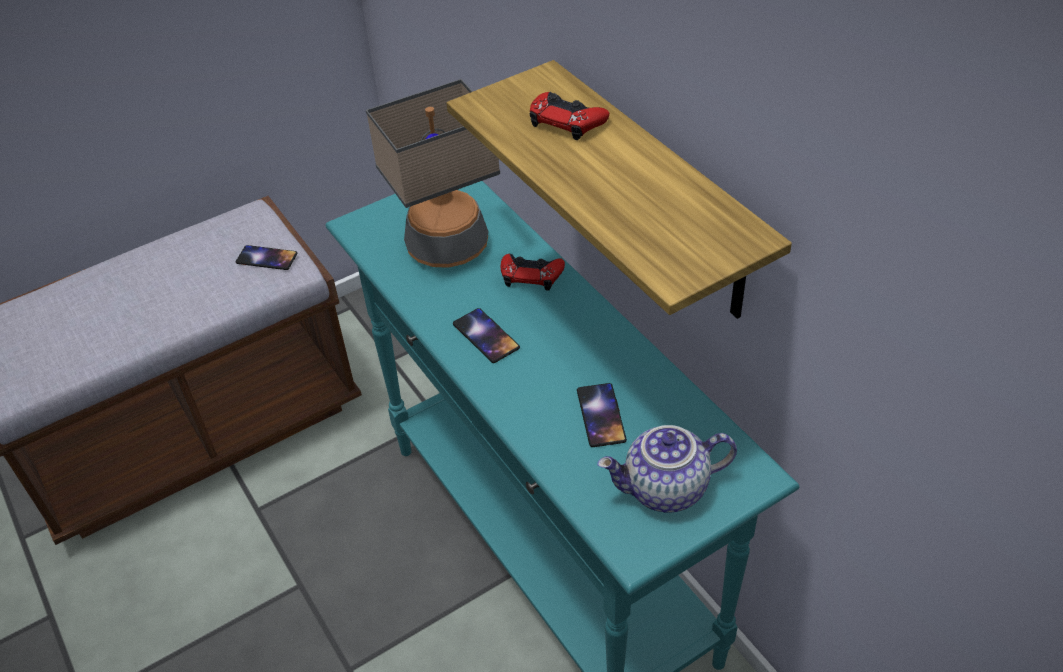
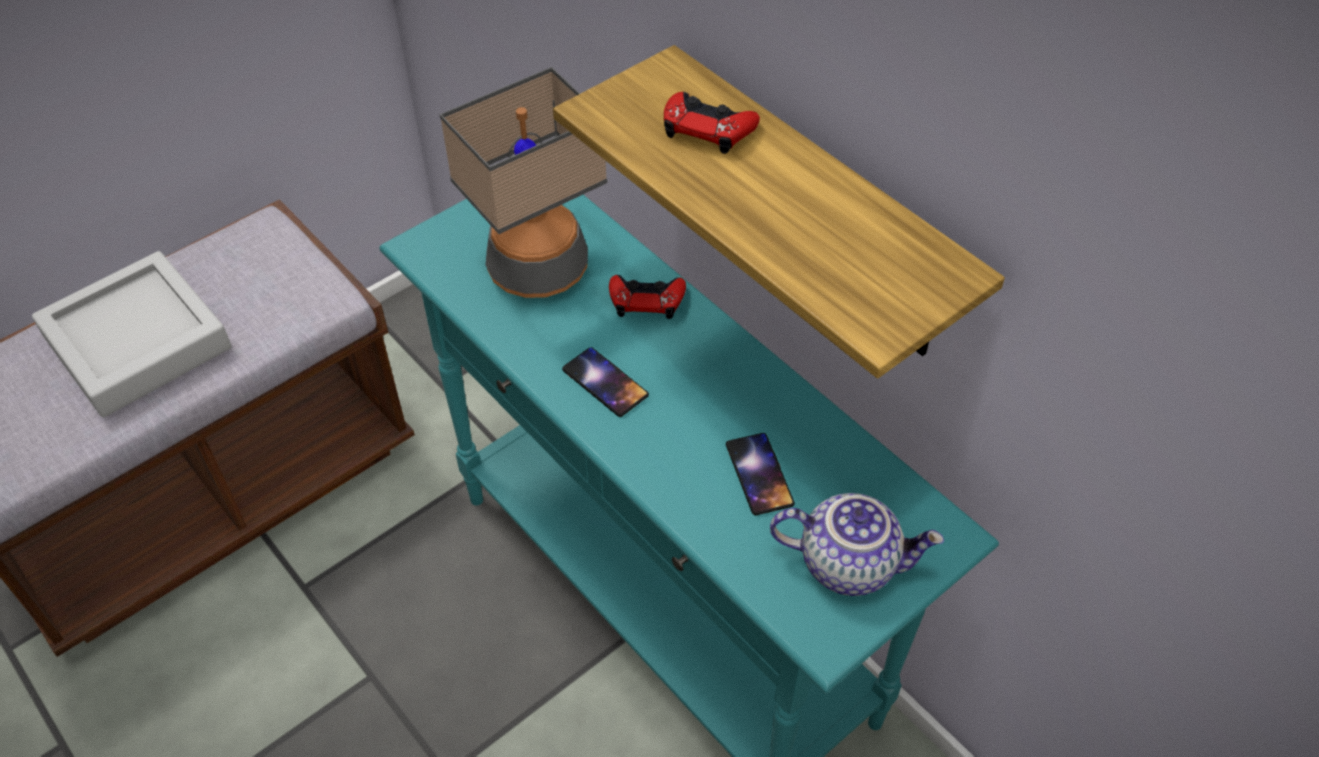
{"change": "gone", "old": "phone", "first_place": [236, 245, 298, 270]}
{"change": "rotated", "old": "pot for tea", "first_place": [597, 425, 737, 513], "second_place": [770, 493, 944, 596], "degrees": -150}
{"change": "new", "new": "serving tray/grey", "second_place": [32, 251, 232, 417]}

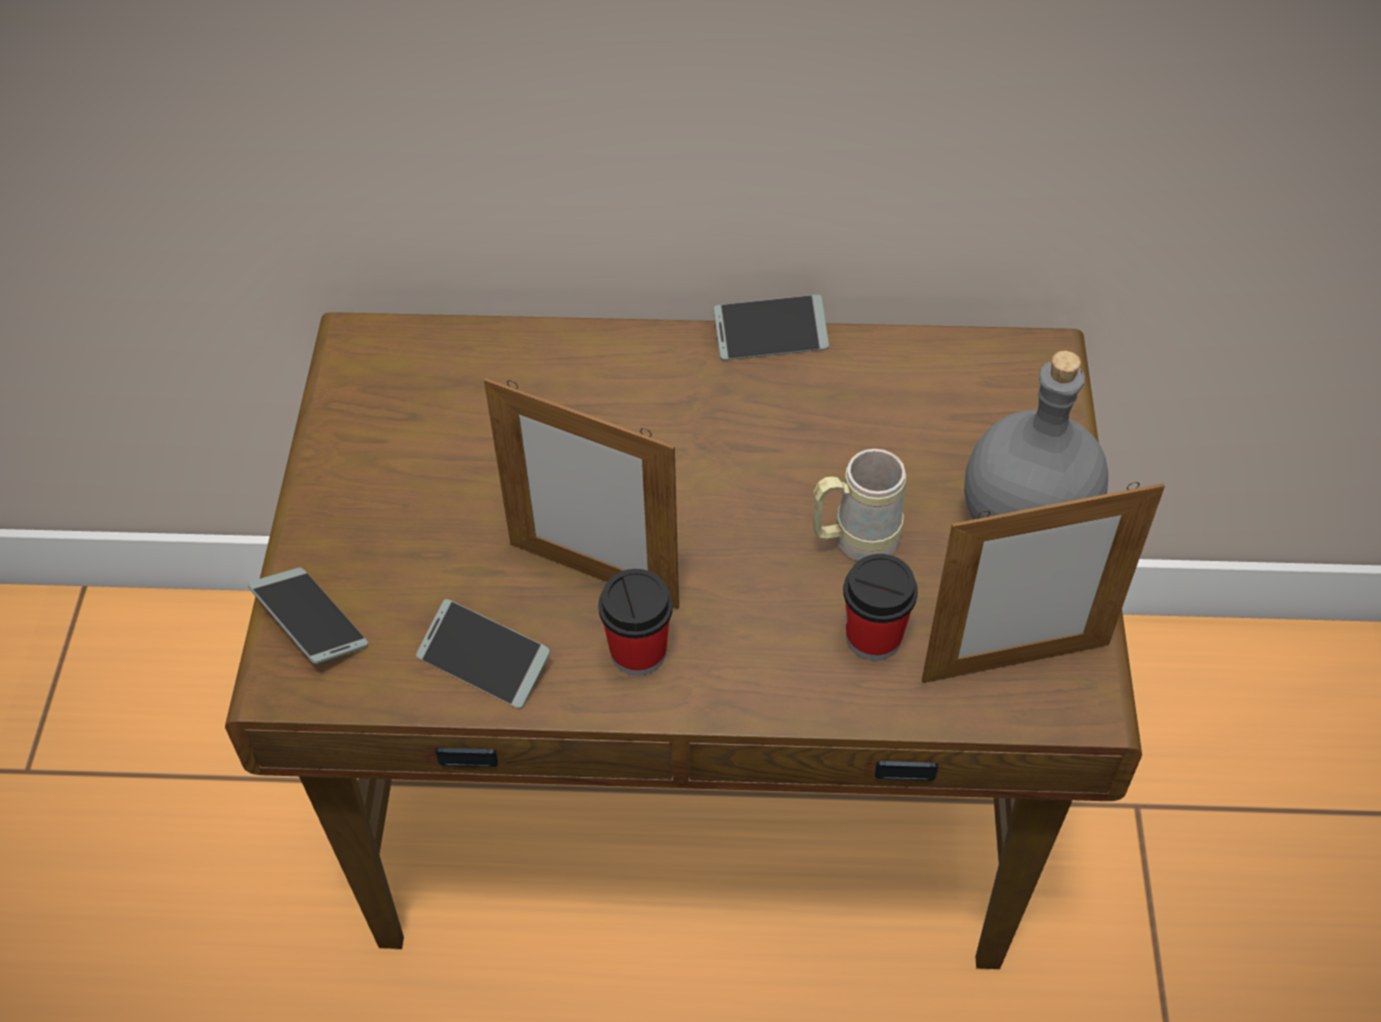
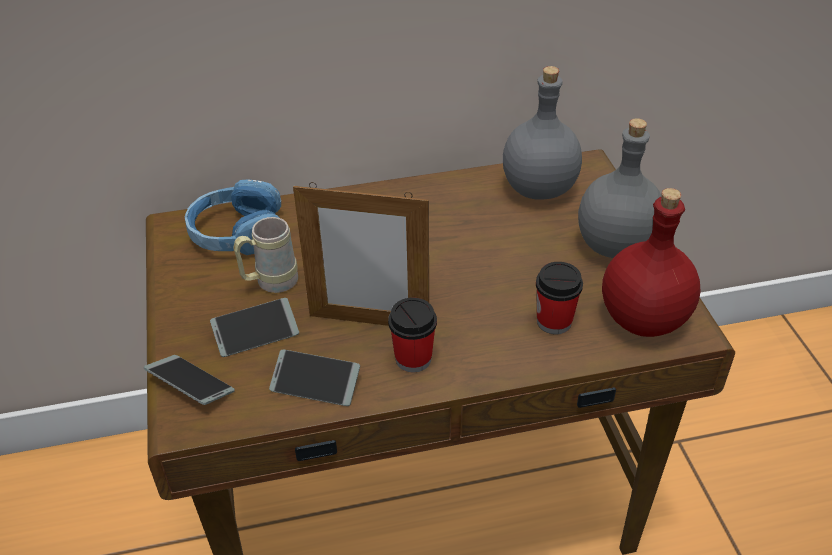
{"change": "shifted", "old": "phone", "first_place": [714, 295, 829, 360], "second_place": [210, 298, 299, 357]}
{"change": "shifted", "old": "coffee mug/sand-coloured", "first_place": [813, 449, 906, 561], "second_place": [233, 217, 298, 293]}
{"change": "swapped", "old": "picture frame", "new": "drink bottle/reddish", "first_place": [922, 482, 1165, 683], "second_place": [602, 188, 700, 337]}
{"change": "new", "new": "drink bottle/grey", "second_place": [503, 66, 582, 200]}
{"change": "new", "new": "pair of headphones/bluish", "second_place": [185, 179, 281, 255]}

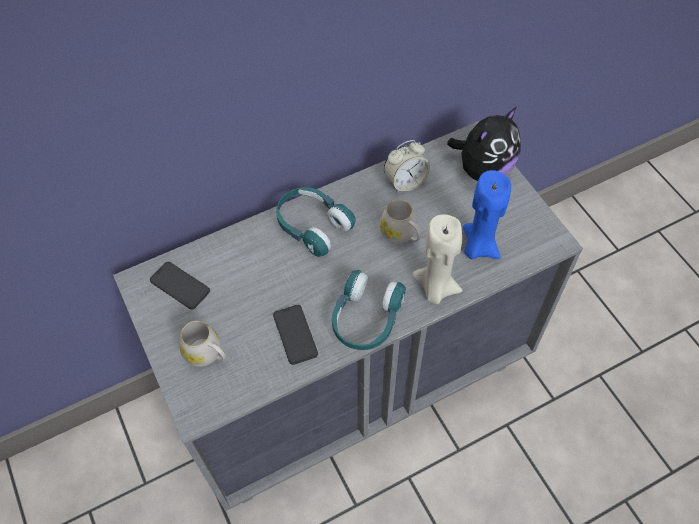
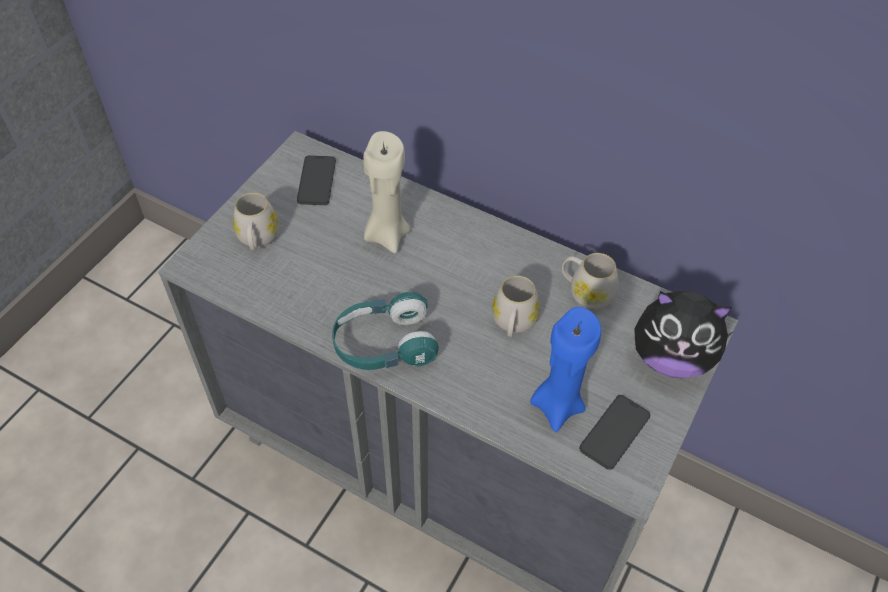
{"change": "swapped", "old": "bedside clock", "new": "coffee mug/white", "first_place": [384, 140, 430, 193], "second_place": [562, 253, 619, 309]}
{"change": "gone", "old": "pair of headphones/turquoise-coloured", "first_place": [276, 187, 356, 257]}
{"change": "shifted", "old": "wax candle/sand-coloured", "first_place": [412, 214, 463, 304], "second_place": [363, 131, 410, 253]}
{"change": "shifted", "old": "phone", "first_place": [273, 305, 318, 365], "second_place": [579, 395, 650, 470]}

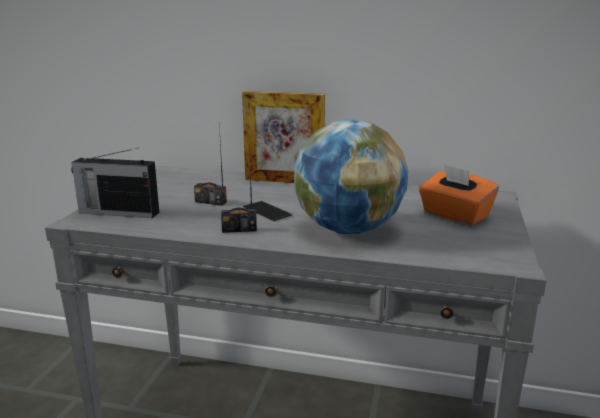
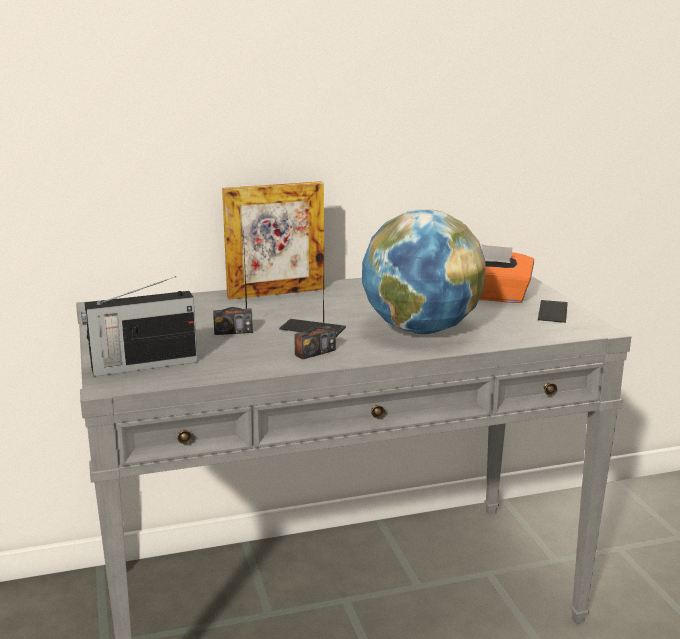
{"change": "new", "new": "phone", "second_place": [538, 300, 568, 323]}

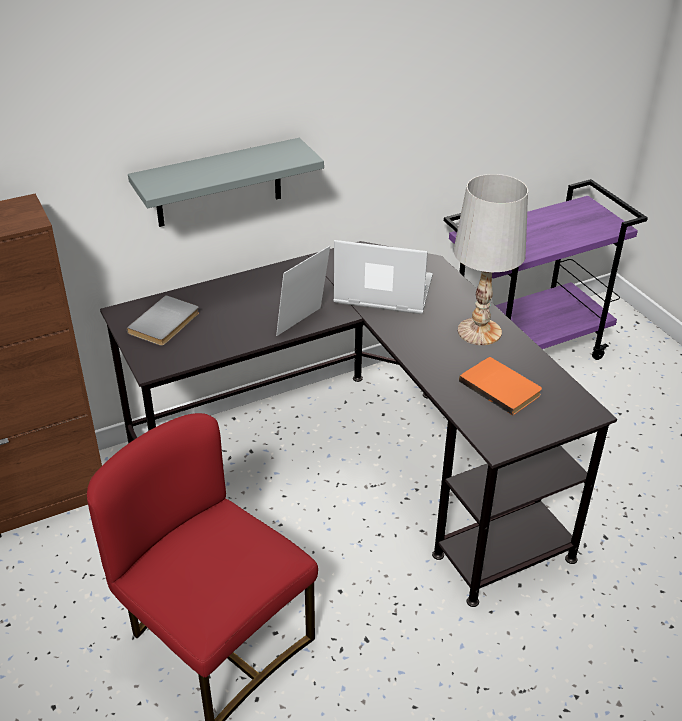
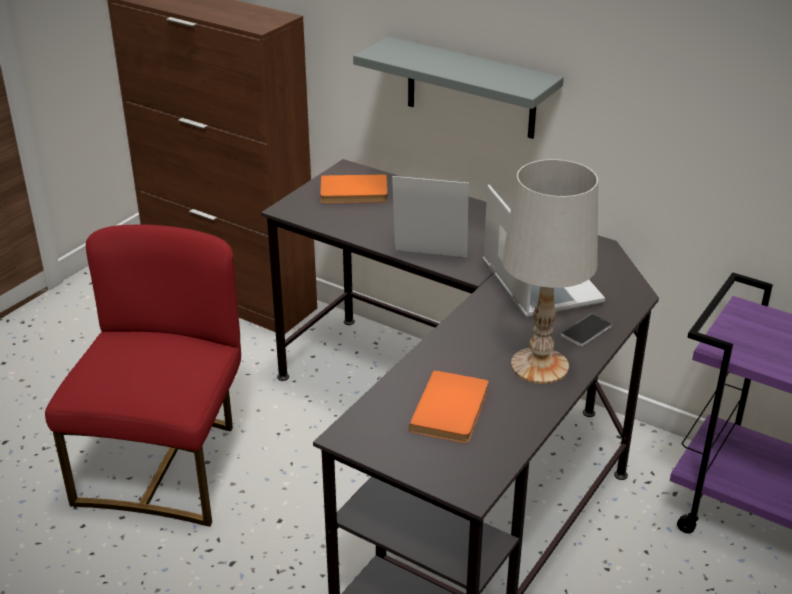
{"change": "repainted", "old": "book/grey", "new": "book/orange", "first_place": [127, 295, 199, 346], "second_place": [320, 174, 388, 203]}
{"change": "new", "new": "phone", "second_place": [561, 314, 612, 347]}

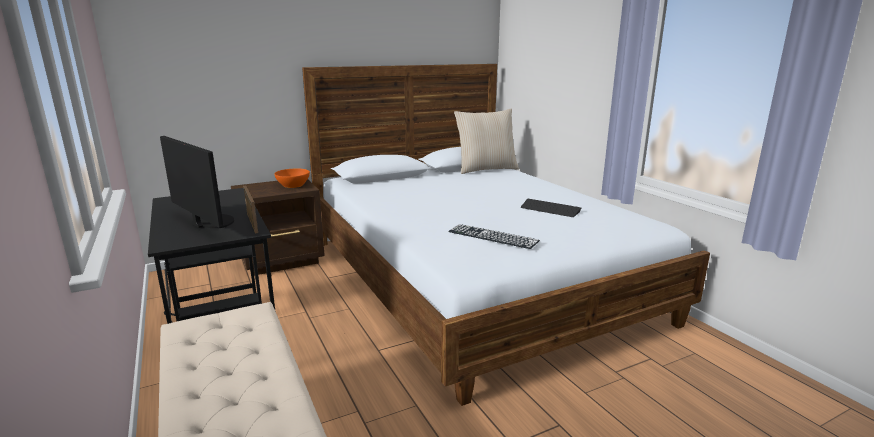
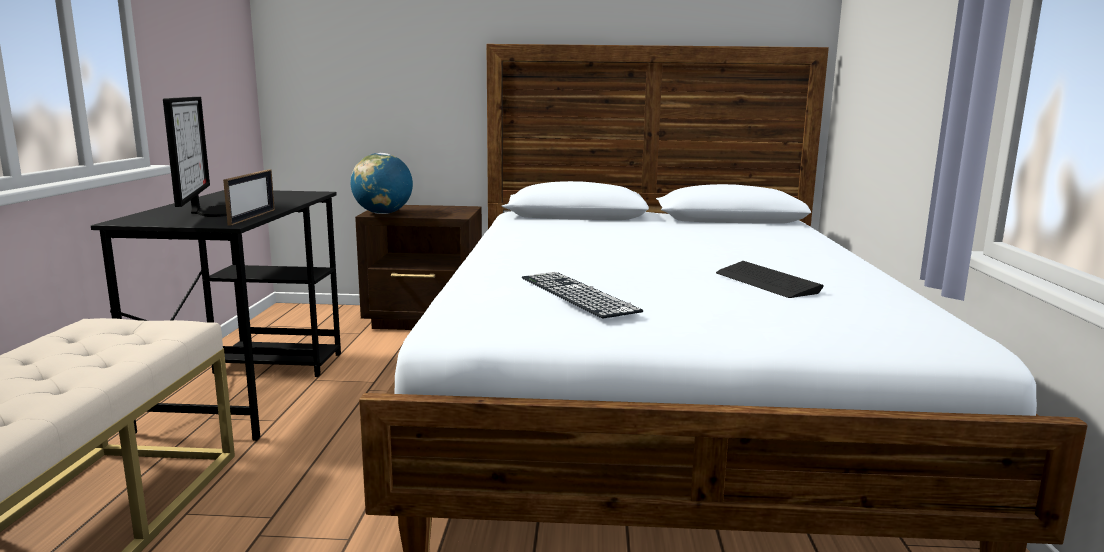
{"change": "gone", "old": "cushion/sand-coloured", "first_place": [454, 109, 519, 174]}
{"change": "gone", "old": "serving bowl/orange", "first_place": [274, 169, 310, 188]}
{"change": "new", "new": "world globe", "second_place": [351, 153, 413, 214]}

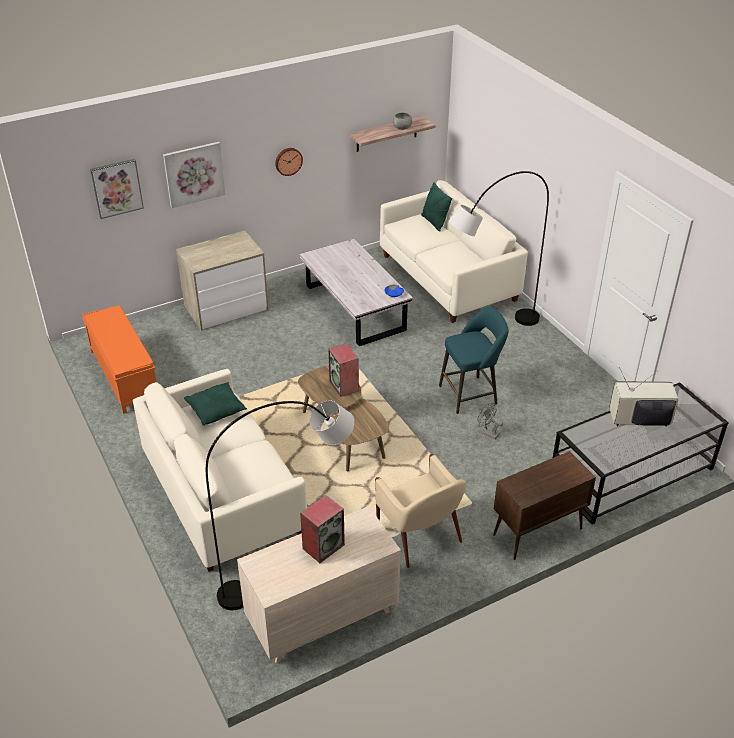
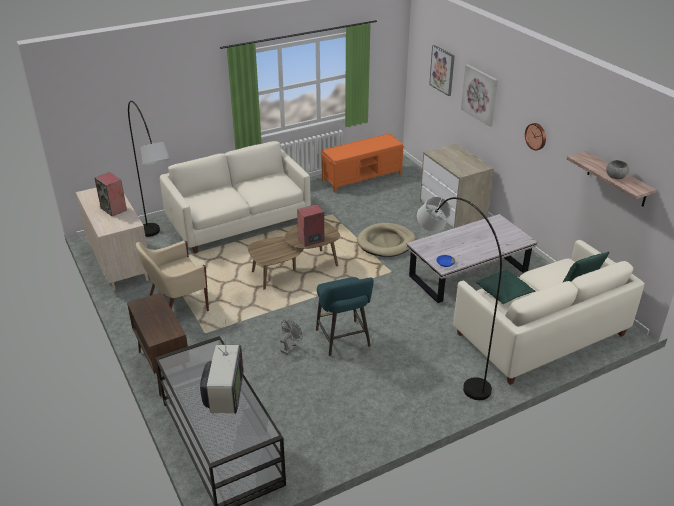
{"change": "shifted", "old": "cushion/greenish", "first_place": [184, 382, 247, 426], "second_place": [476, 269, 536, 304]}
{"change": "new", "new": "pet bed/sand-coloured", "second_place": [357, 223, 415, 257]}

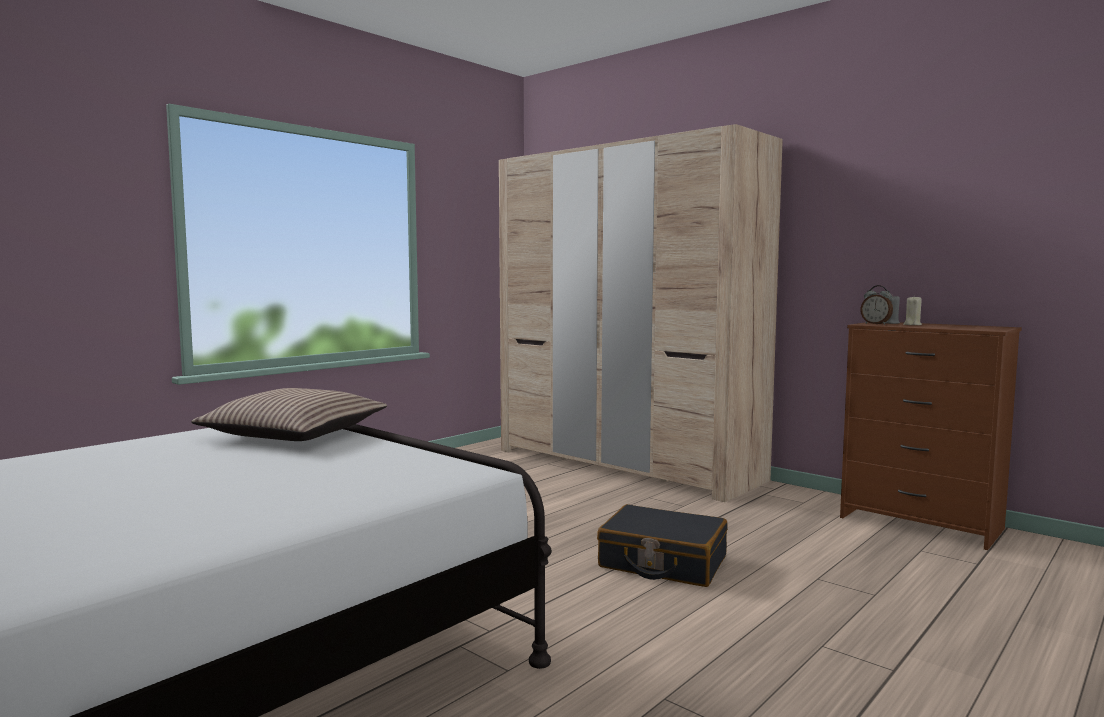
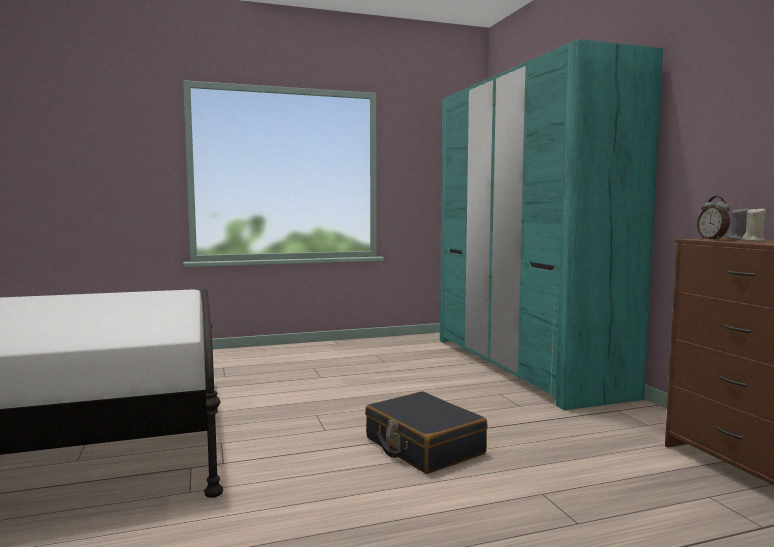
{"change": "repainted", "old": "wardrobe/sand-coloured", "new": "wardrobe/turquoise-coloured", "first_place": [499, 124, 783, 502], "second_place": [440, 39, 663, 410]}
{"change": "gone", "old": "cushion", "first_place": [191, 388, 387, 441]}

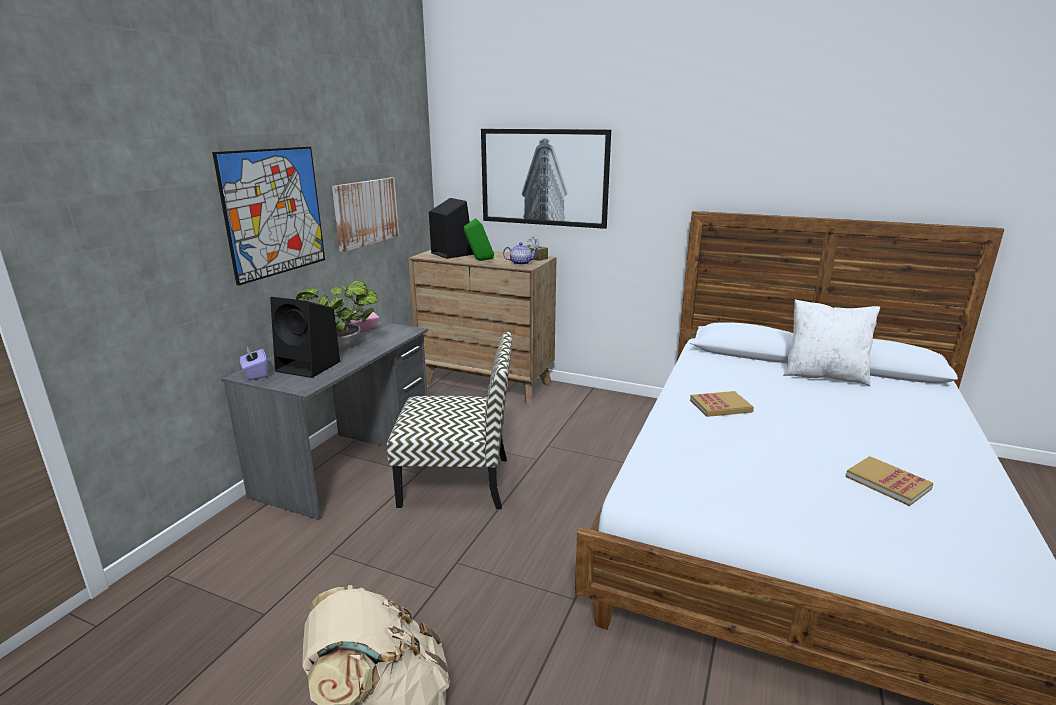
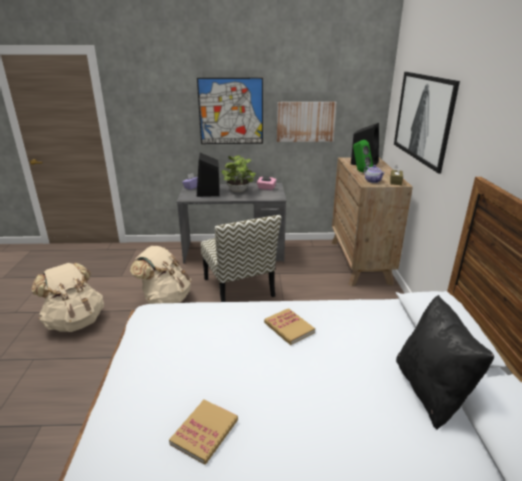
{"change": "repainted", "old": "cushion/white", "new": "cushion/black", "first_place": [783, 299, 880, 386], "second_place": [396, 295, 494, 430]}
{"change": "new", "new": "rucksack/sand-coloured", "second_place": [130, 246, 191, 304]}

